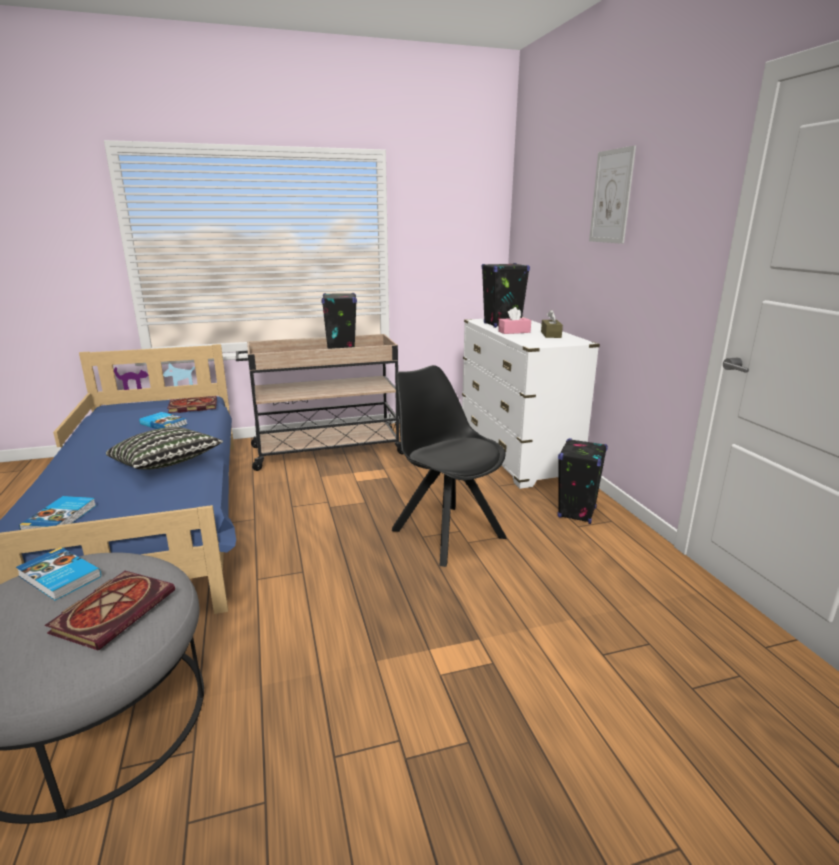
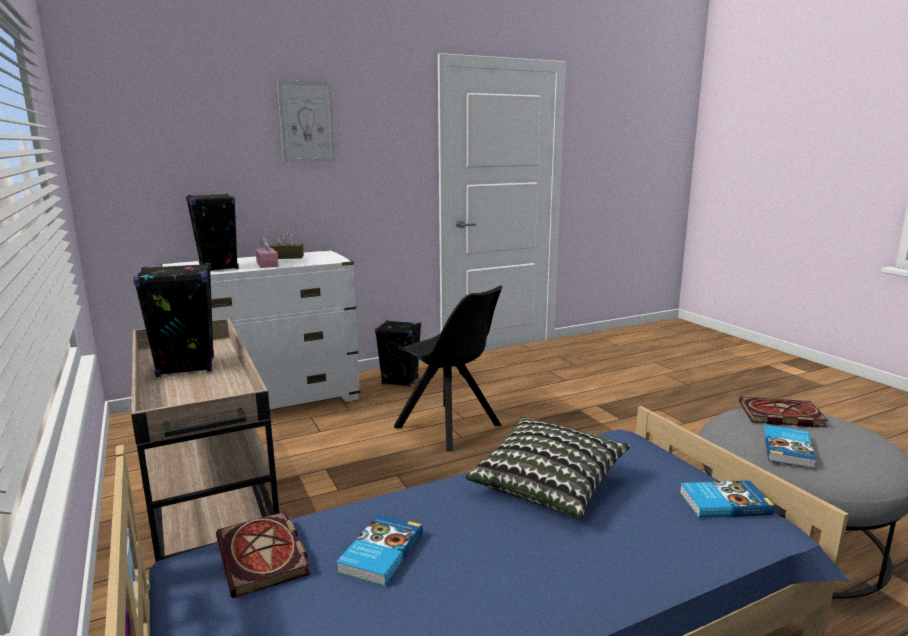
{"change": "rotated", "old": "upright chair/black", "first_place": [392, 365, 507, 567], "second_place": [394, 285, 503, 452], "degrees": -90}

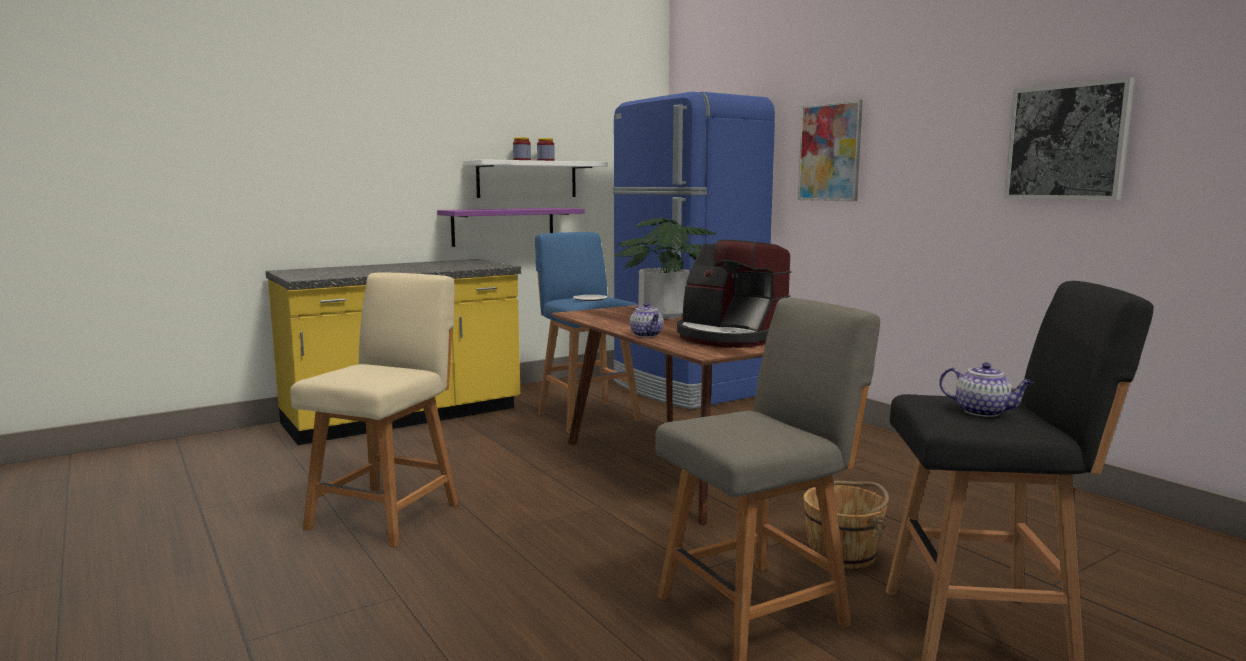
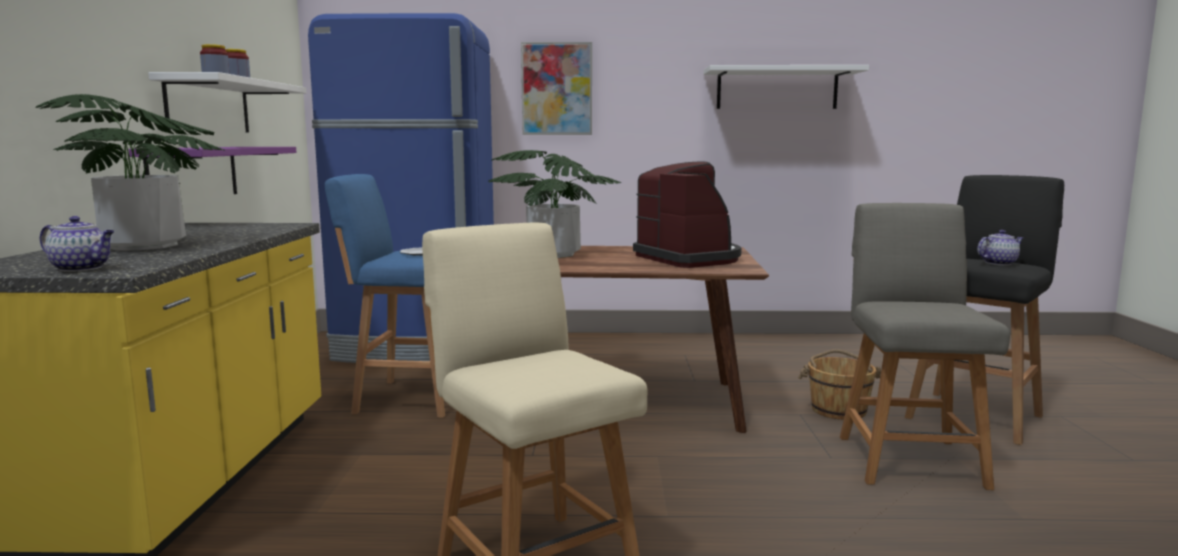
{"change": "swapped", "old": "picture", "new": "shelf/white", "first_place": [1004, 77, 1135, 200], "second_place": [703, 65, 869, 109]}
{"change": "rotated", "old": "coffee machine", "first_place": [677, 240, 791, 348], "second_place": [633, 161, 742, 268], "degrees": -105}
{"change": "shifted", "old": "pot for tea", "first_place": [630, 303, 663, 337], "second_place": [40, 216, 115, 272]}
{"change": "new", "new": "potted plant", "second_place": [36, 94, 224, 251]}

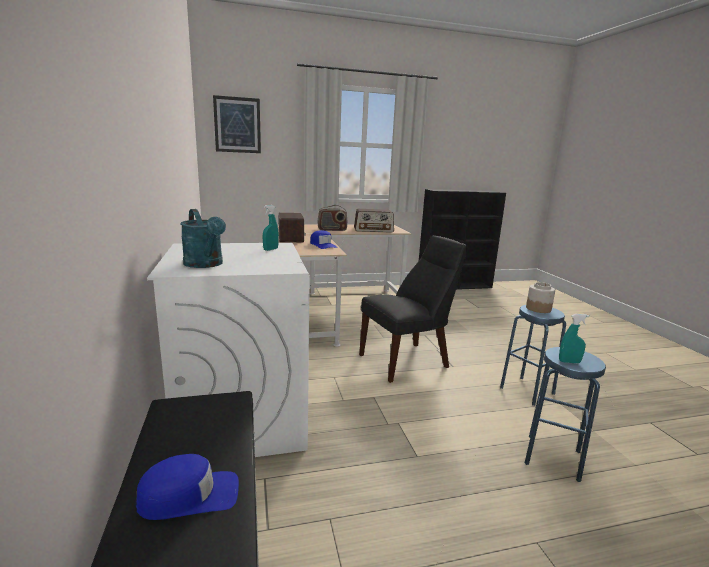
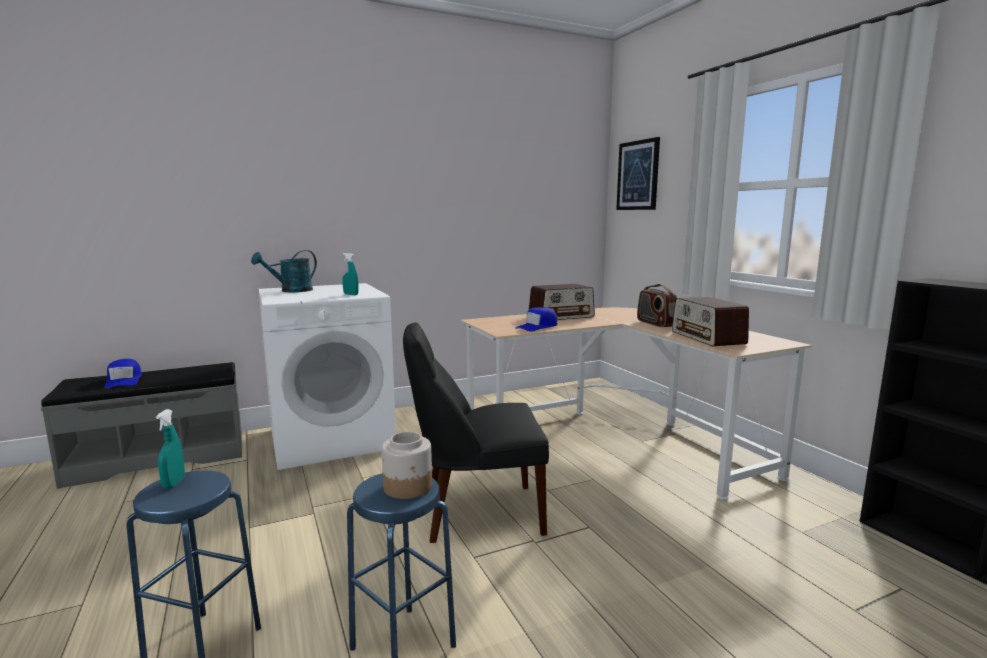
{"change": "rotated", "old": "upright chair/black", "first_place": [359, 235, 468, 383], "second_place": [403, 322, 549, 543], "degrees": 120}

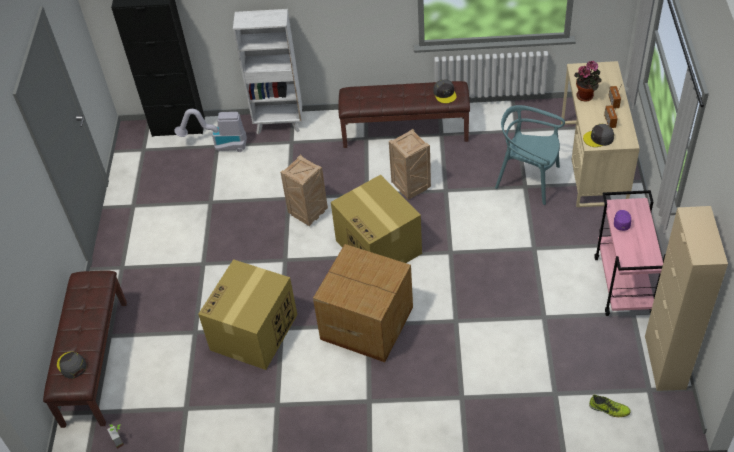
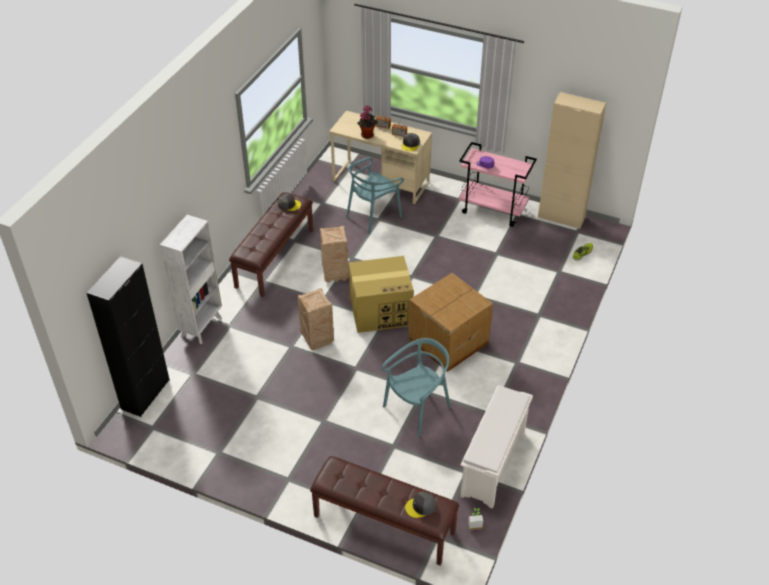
{"change": "gone", "old": "vacuum cleaner", "first_place": [174, 109, 247, 152]}
{"change": "swapped", "old": "cardboard box", "new": "upright chair/turquoise-coloured", "first_place": [198, 259, 297, 370], "second_place": [382, 338, 451, 437]}
{"change": "new", "new": "shoe rack/white", "second_place": [460, 385, 533, 509]}

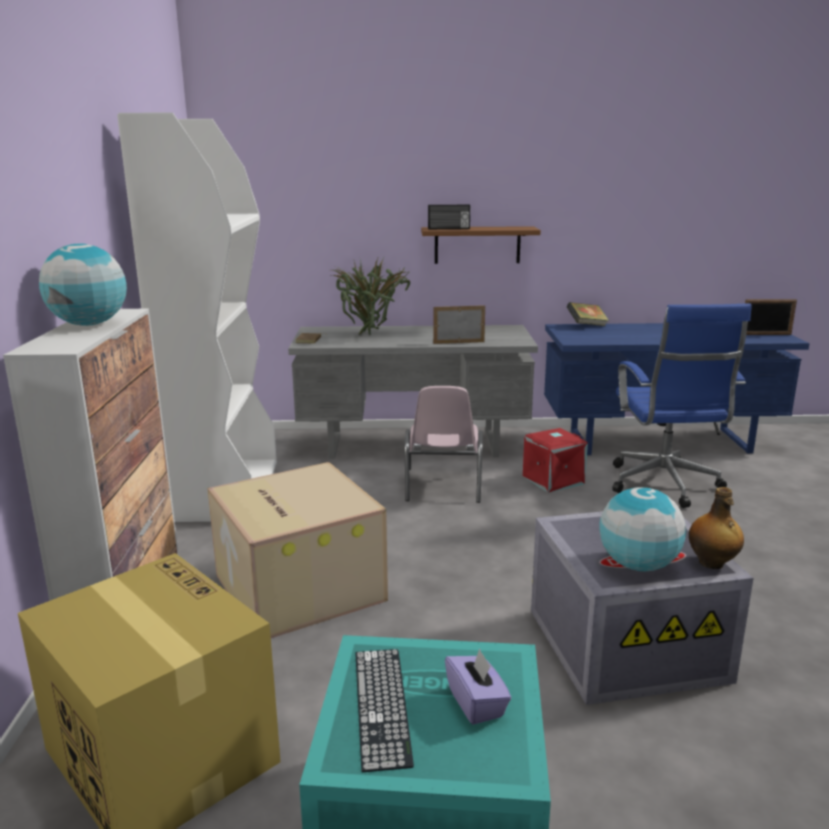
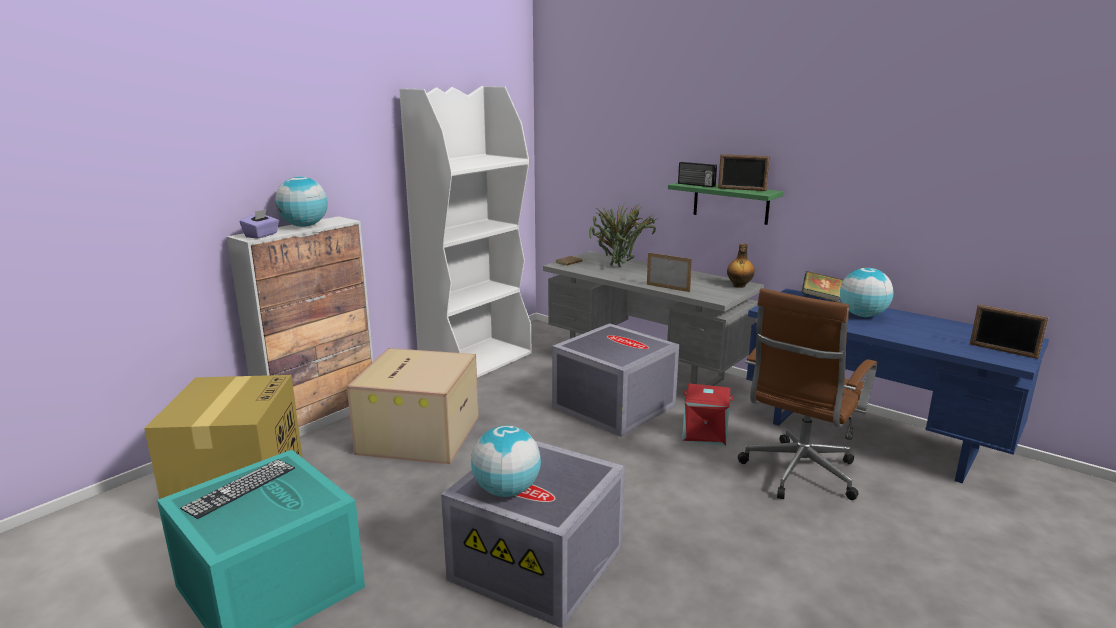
{"change": "repainted", "old": "shelf/brown", "new": "shelf/greenish", "first_place": [421, 226, 541, 264], "second_place": [668, 182, 784, 225]}
{"change": "repainted", "old": "office chair/bluish", "new": "office chair/brown", "first_place": [612, 304, 751, 508], "second_place": [738, 288, 877, 500]}
{"change": "swapped", "old": "upright chair/pinkish", "new": "storage container/grey", "first_place": [405, 386, 483, 503], "second_place": [552, 323, 679, 437]}
{"change": "shifted", "old": "drink bottle", "first_place": [689, 487, 744, 569], "second_place": [727, 244, 755, 288]}
{"change": "shifted", "old": "box of tissues/purple", "first_place": [445, 648, 511, 725], "second_place": [240, 209, 279, 238]}
{"change": "new", "new": "picture frame", "second_place": [718, 154, 770, 191]}
{"change": "new", "new": "world globe", "second_place": [840, 268, 894, 317]}

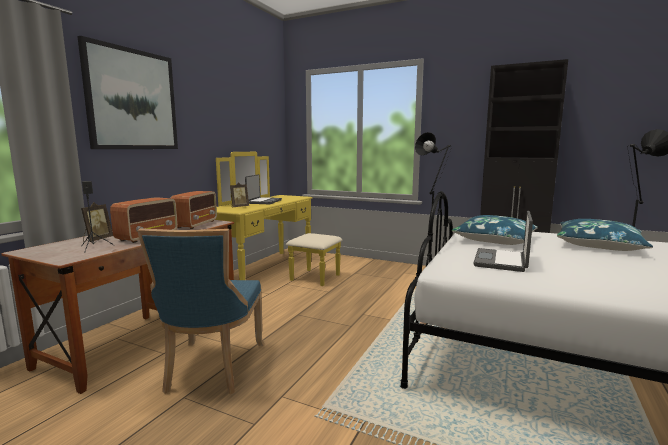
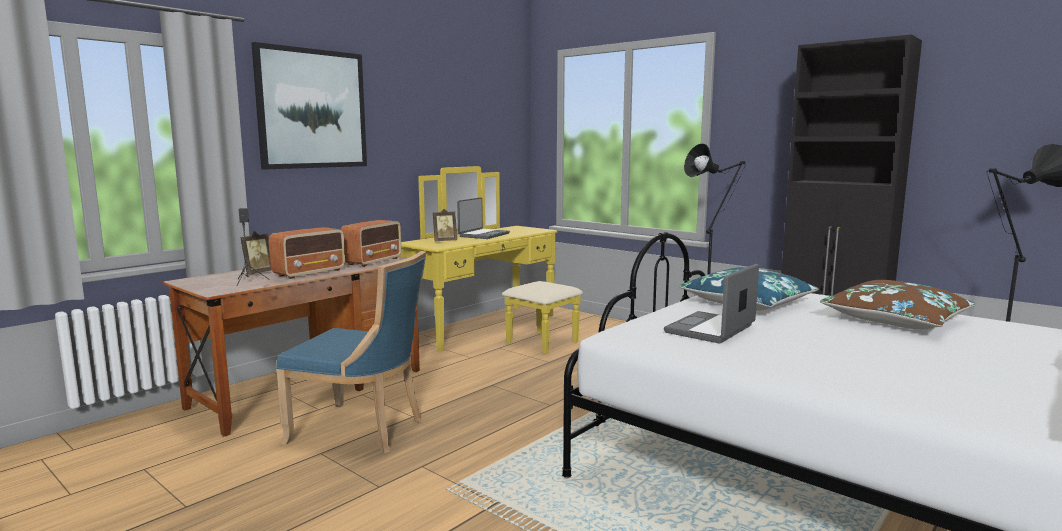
{"change": "repainted", "old": "cushion/bluish", "new": "cushion/brown", "first_place": [557, 219, 653, 251], "second_place": [820, 280, 975, 330]}
{"change": "rotated", "old": "upright chair/bluish", "first_place": [137, 229, 264, 394], "second_place": [276, 251, 426, 453], "degrees": -90}

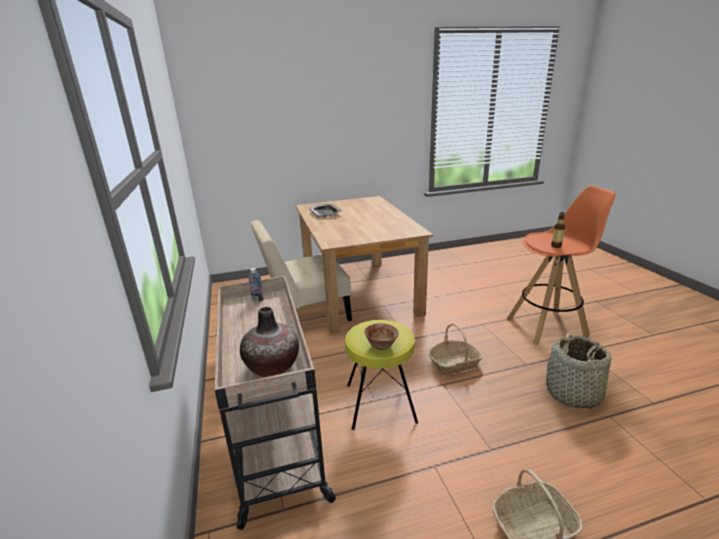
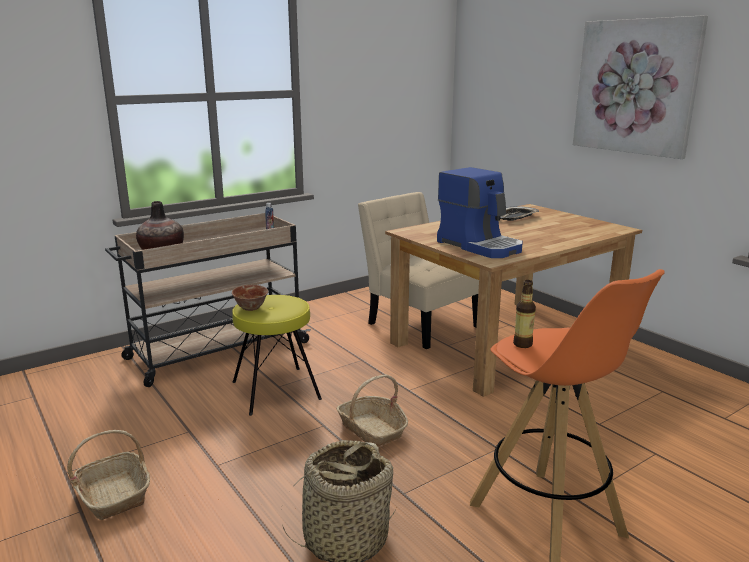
{"change": "new", "new": "picture", "second_place": [573, 15, 708, 159]}
{"change": "new", "new": "coffee machine", "second_place": [437, 167, 523, 258]}

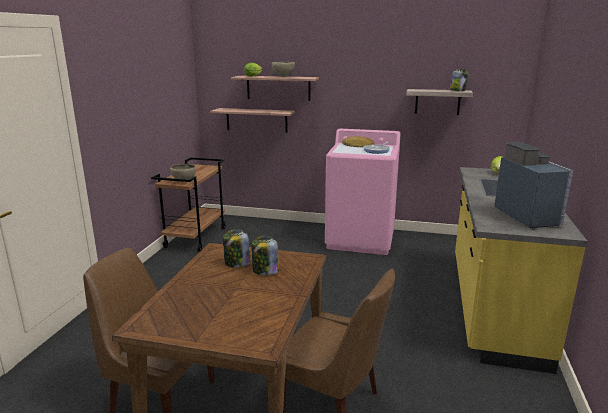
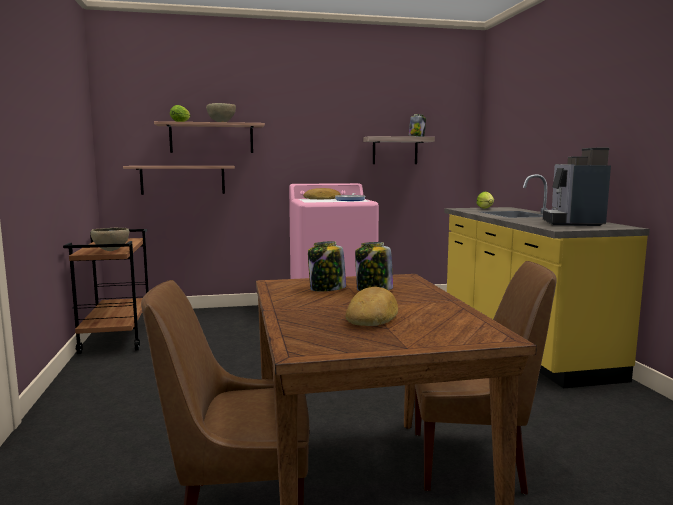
{"change": "rotated", "old": "coffee machine", "first_place": [494, 142, 573, 228], "second_place": [543, 148, 611, 226], "degrees": -135}
{"change": "new", "new": "bakery bread", "second_place": [345, 287, 398, 326]}

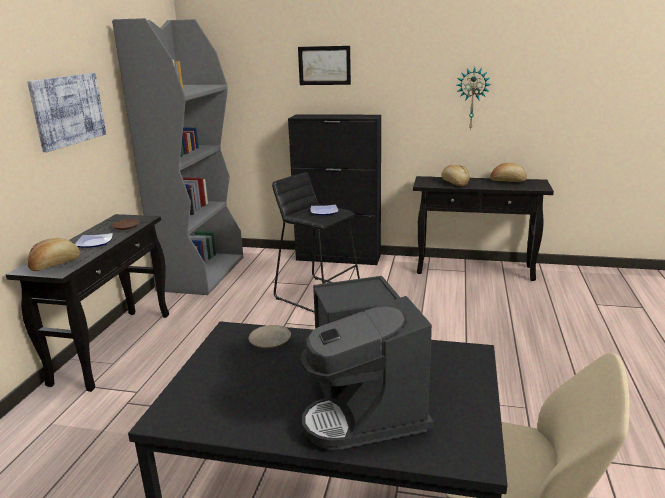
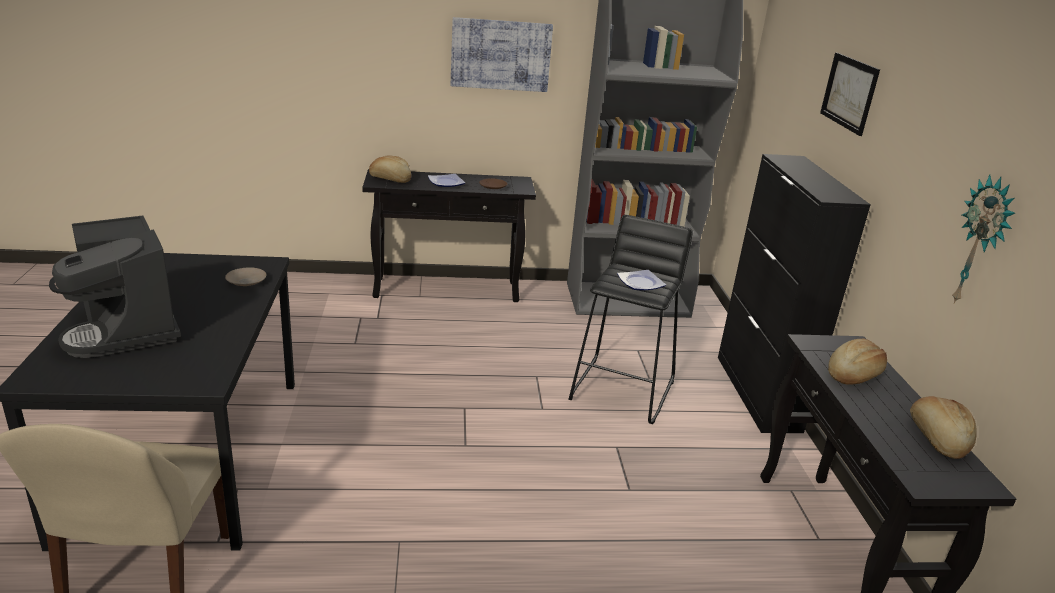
{"change": "rotated", "old": "coffee machine", "first_place": [301, 276, 434, 450], "second_place": [49, 216, 181, 358], "degrees": -90}

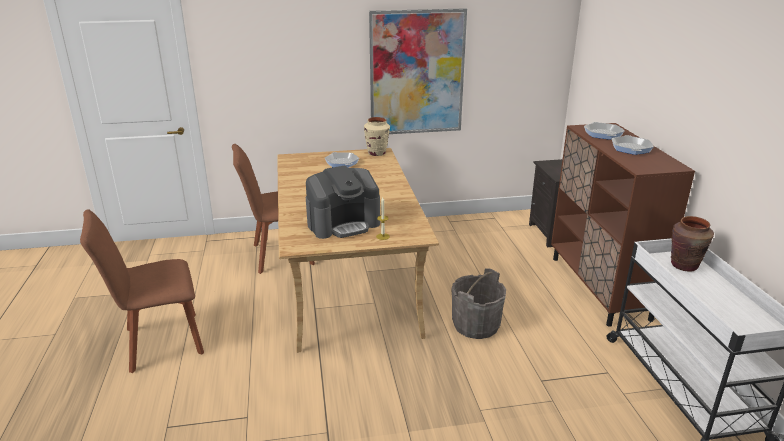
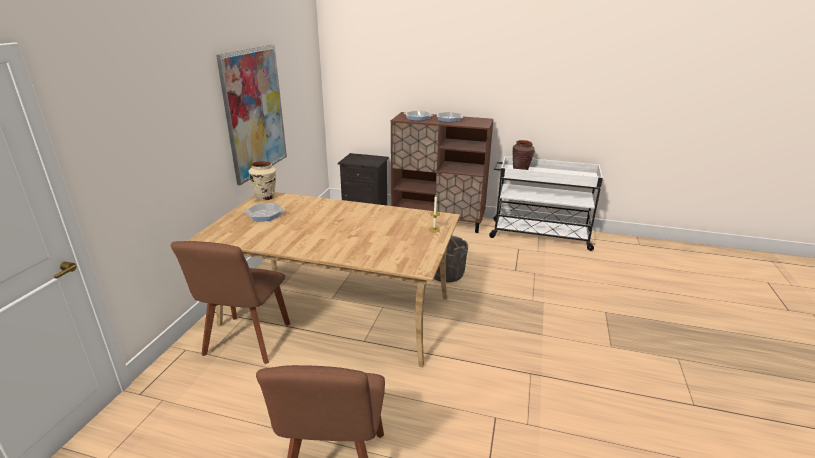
{"change": "gone", "old": "coffee machine", "first_place": [306, 166, 380, 239]}

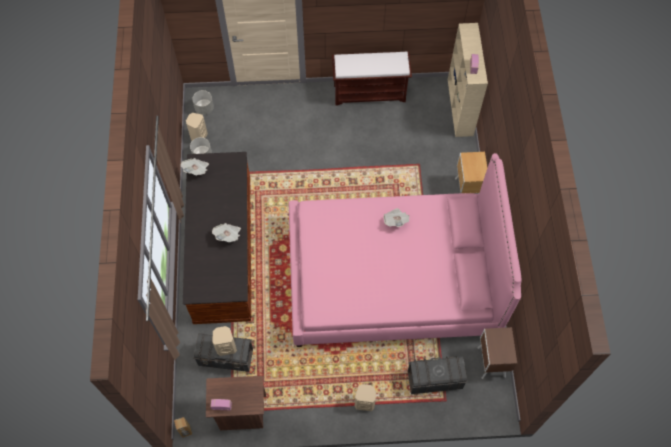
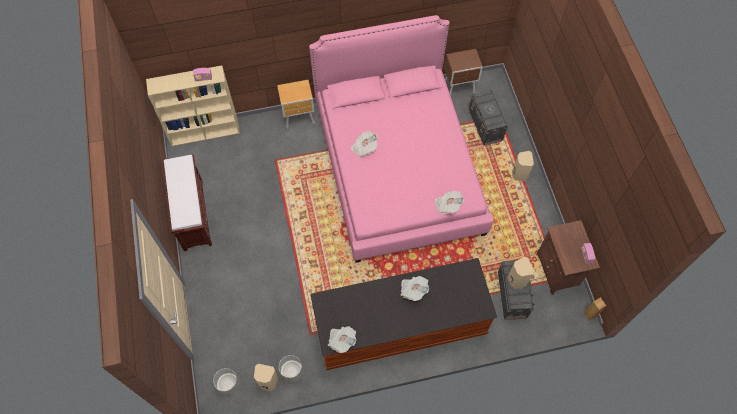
{"change": "new", "new": "newspaper", "second_place": [435, 190, 464, 213]}

